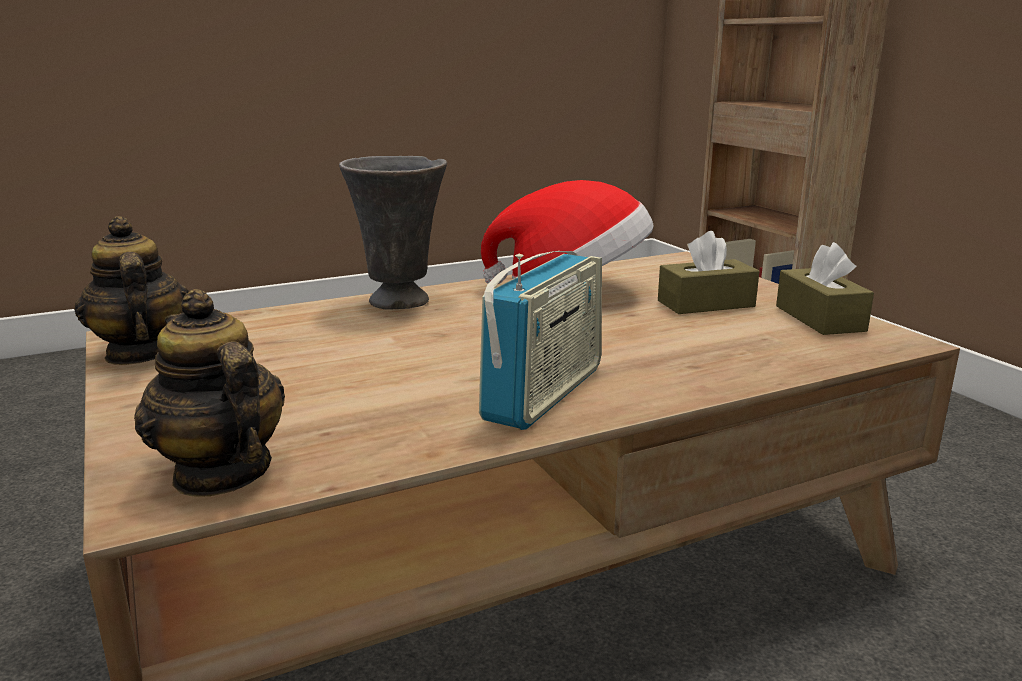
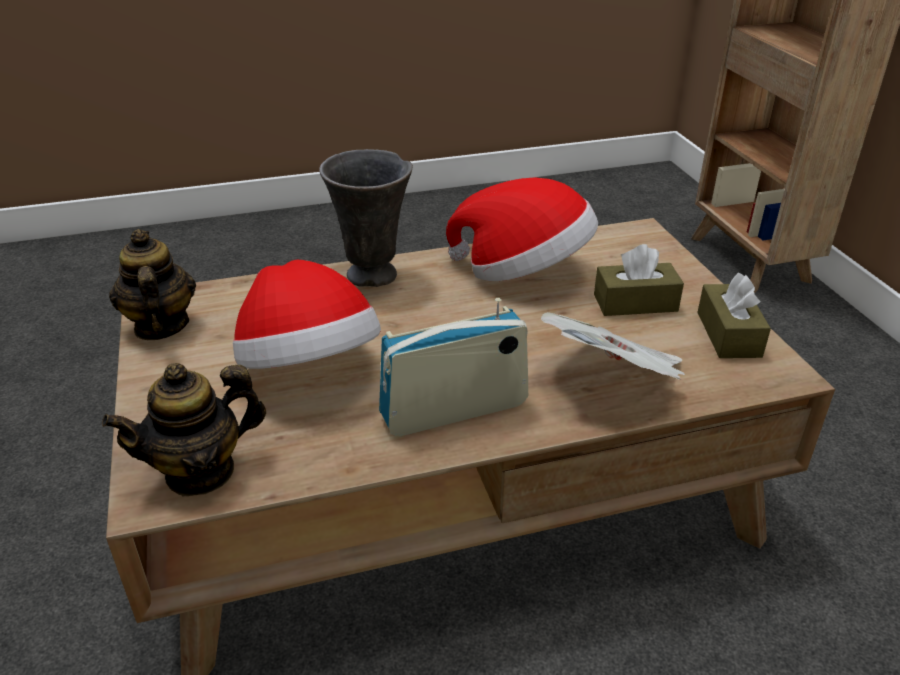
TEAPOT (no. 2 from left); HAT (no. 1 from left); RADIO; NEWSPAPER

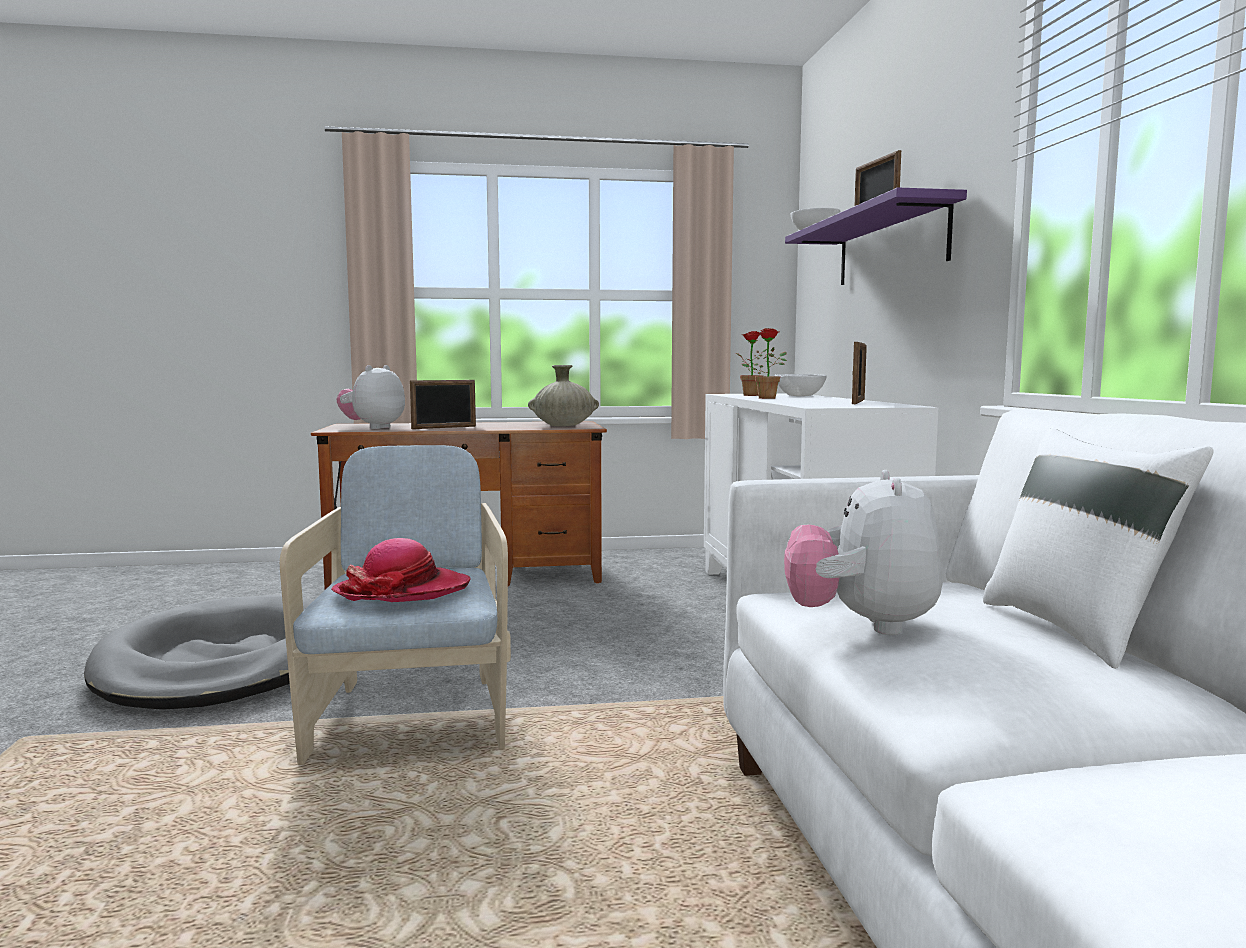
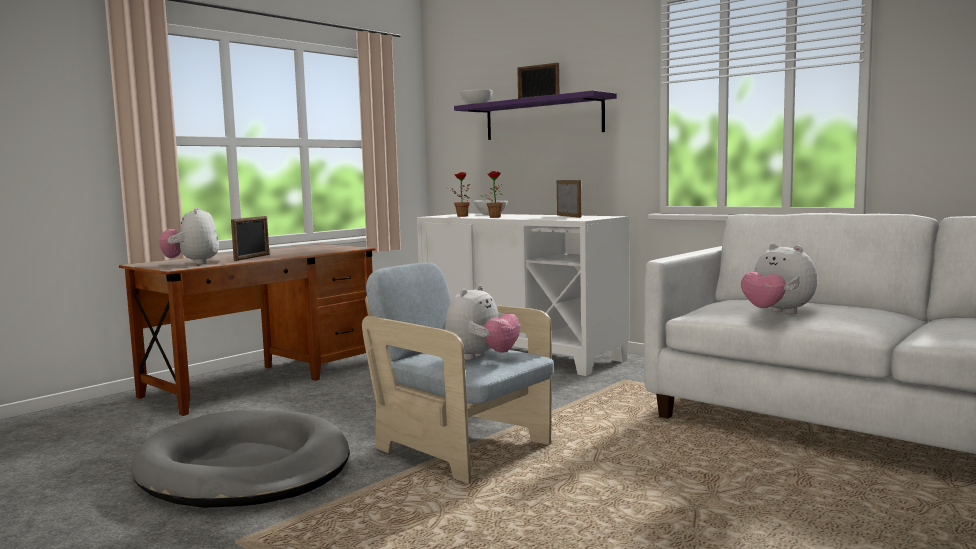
PLUSH TOY (no. 2 from left); BEIGE VASE; WHITE PILLOW

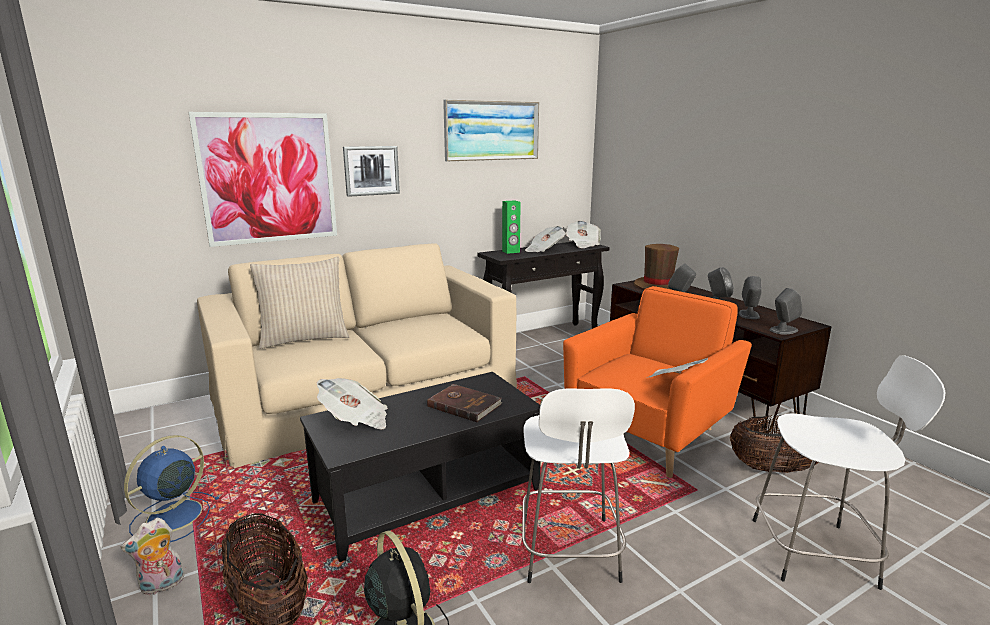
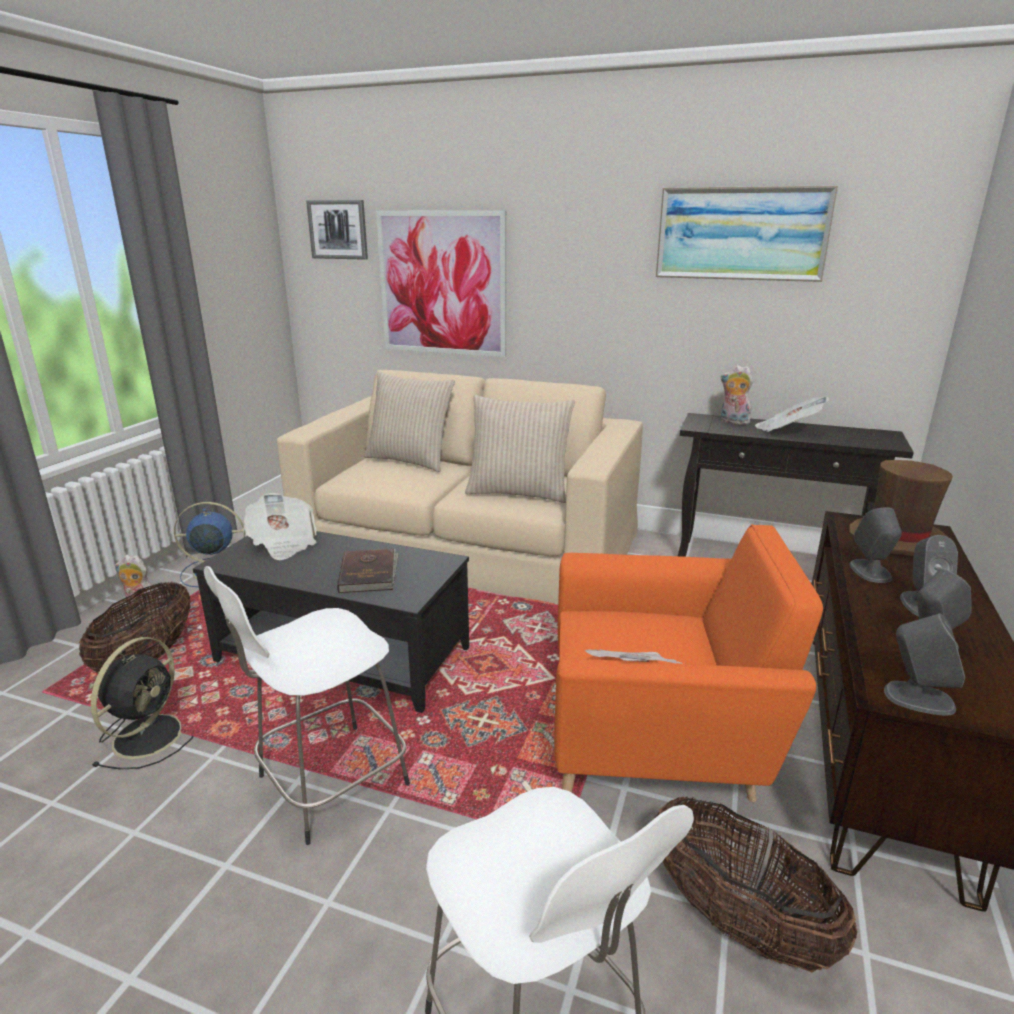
PICTURE (no. 1 from left); BEIGE PILLOW (no. 2 from left); PLUSH TOY (no. 2 from left); NEWSPAPER (no. 3 from left in the first image)

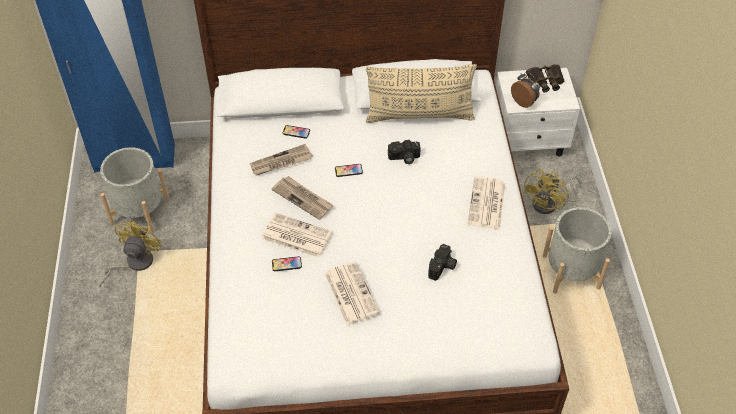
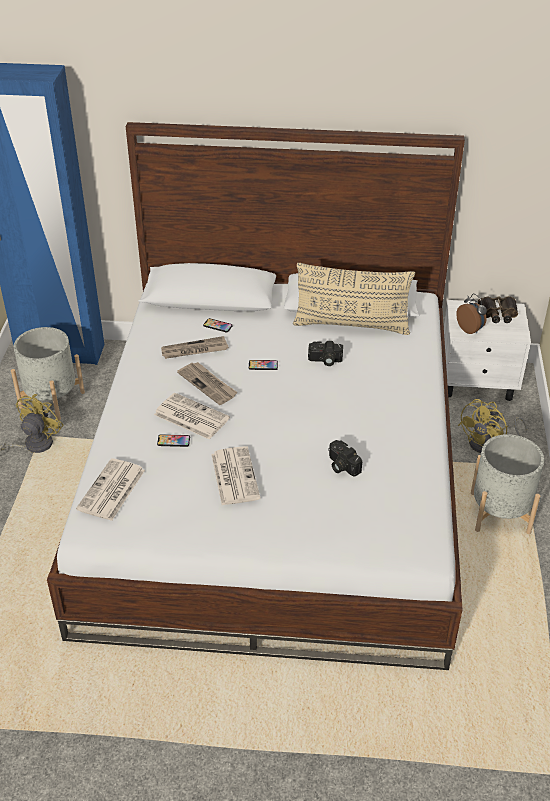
NEWSPAPER (no. 1 from left); PHOTO CAMERA (no. 2 from left)

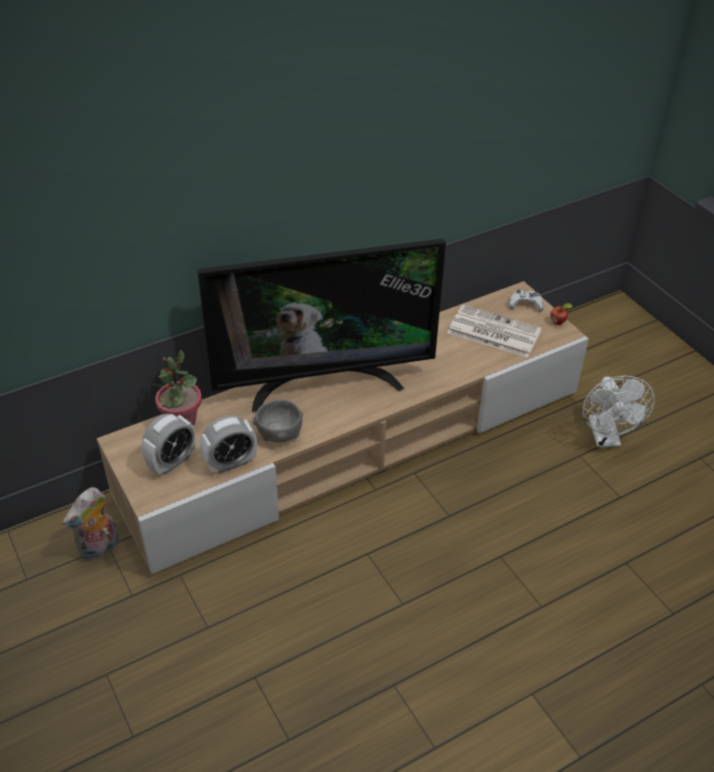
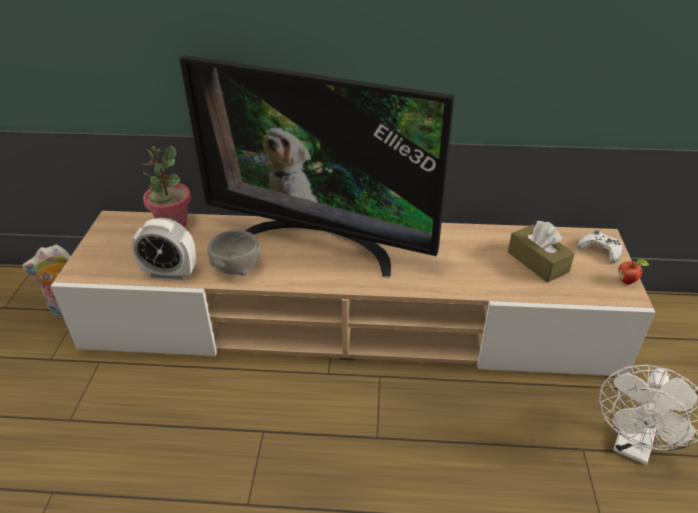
BROWN TISSUE BOX; ALARM CLOCK (no. 1 from left in the first image)

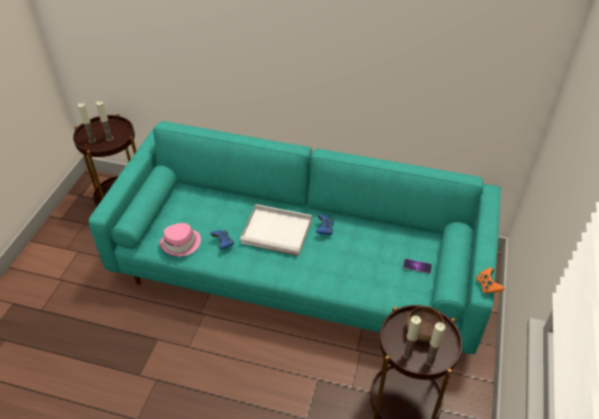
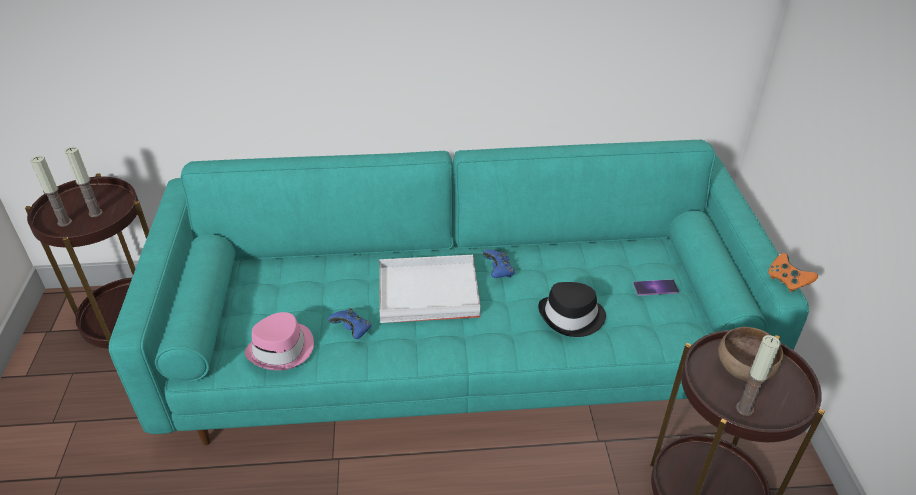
BLACK HAT; CANDLE (no. 4 from left in the first image)

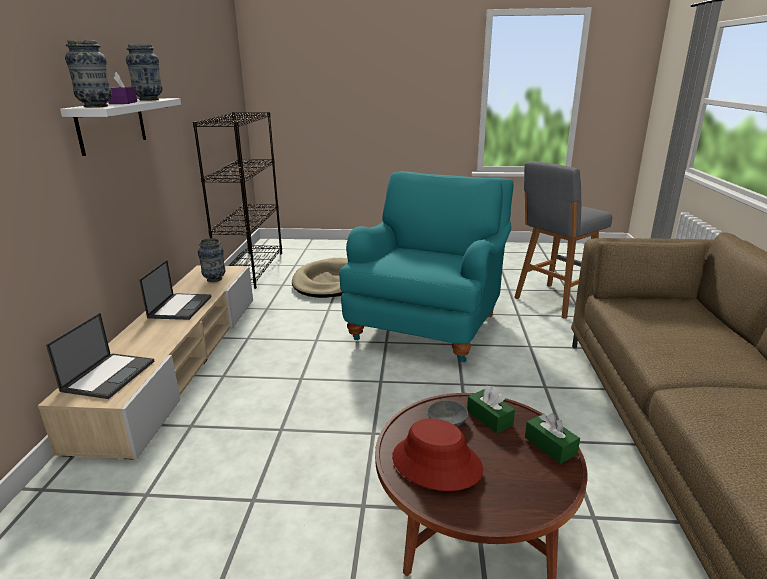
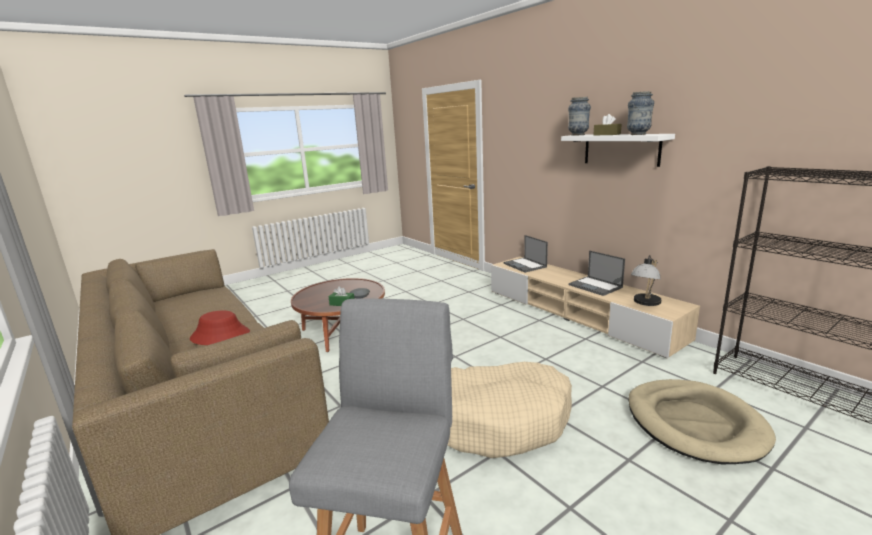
RED HAT; BEIGE DOG BED (no. 1 from left); BROWN TISSUE BOX; TABLE LAMP; GREEN TISSUE BOX (no. 2 from left in the first image)

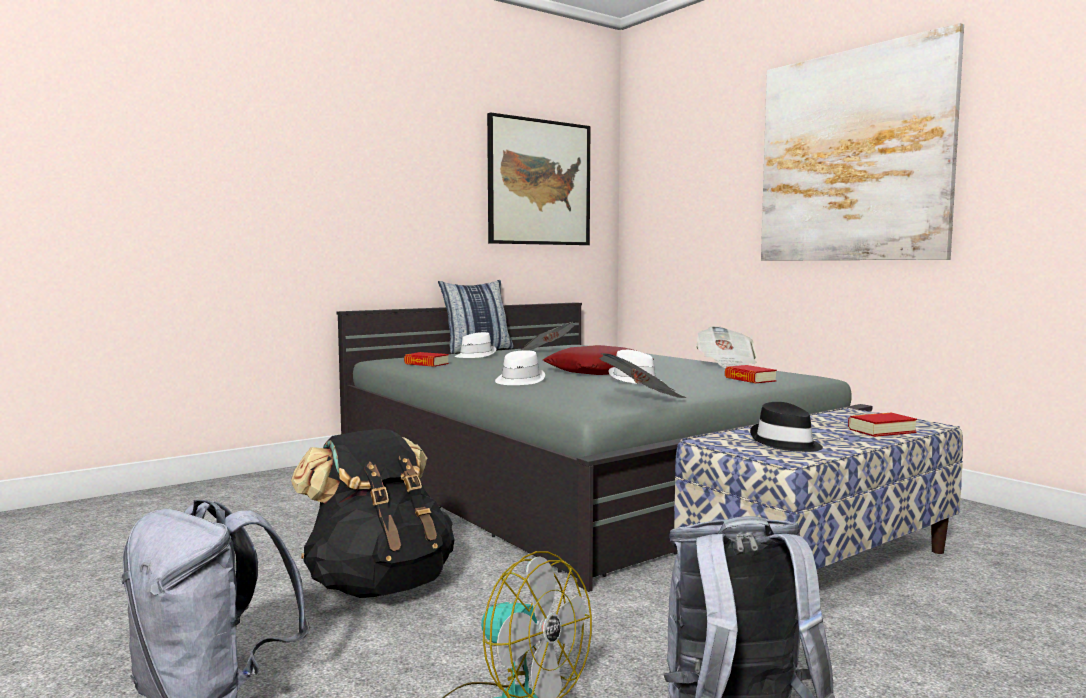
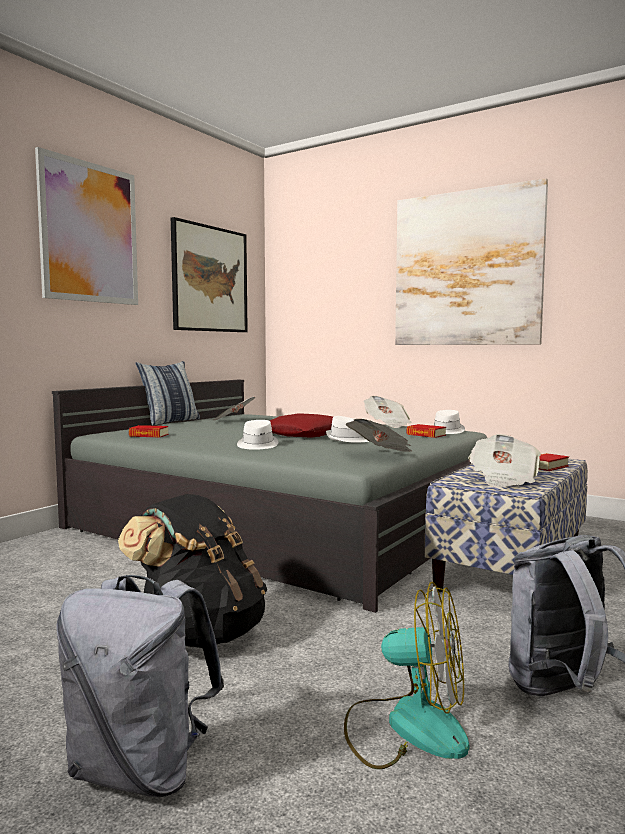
PICTURE (no. 1 from left); WHITE HAT (no. 3 from left); NEWSPAPER (no. 4 from left)

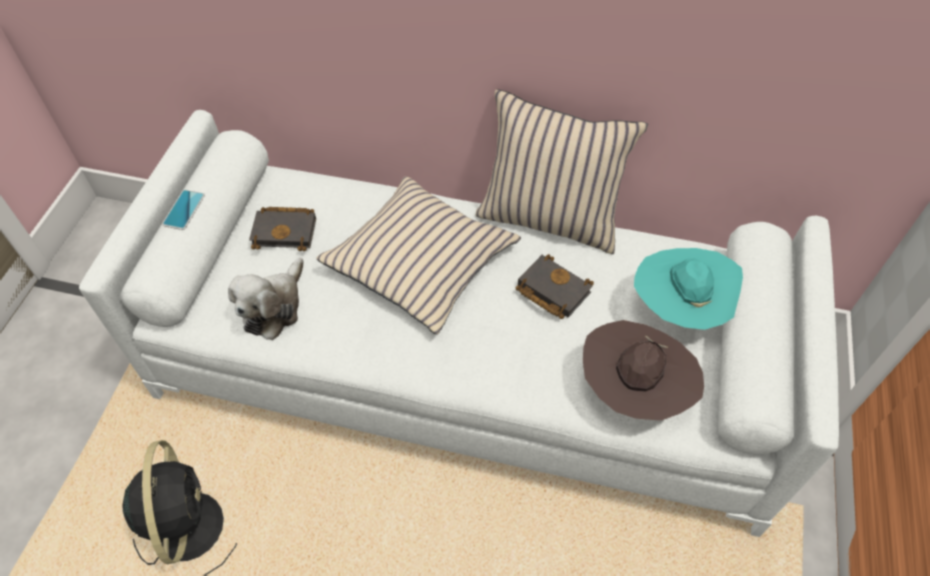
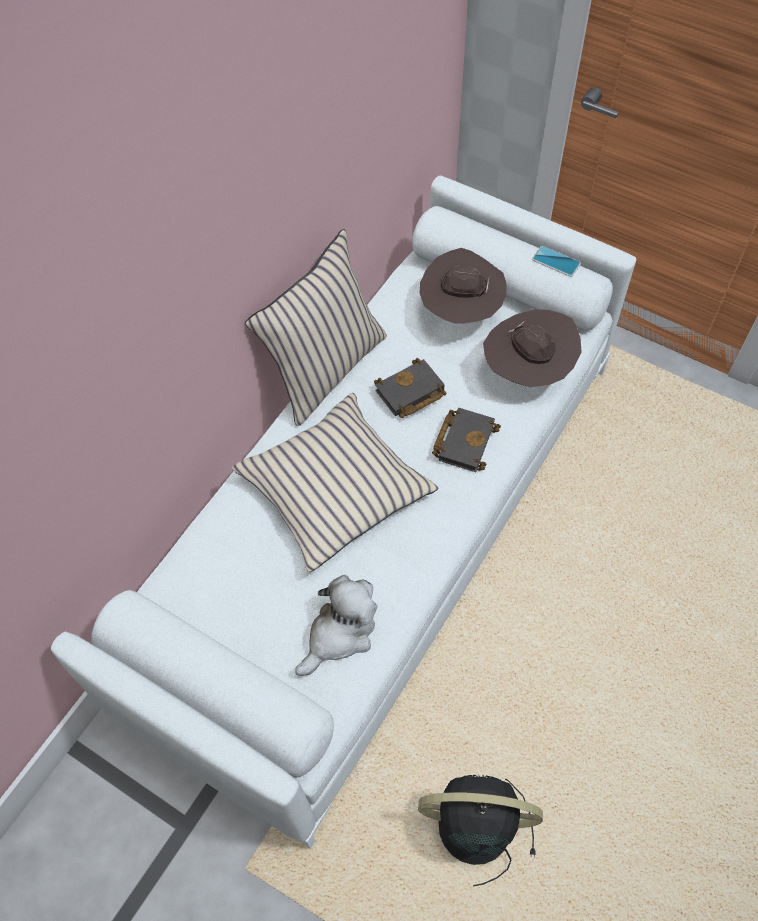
PLUSH TOY; BROWN HAT (no. 1 from left); BLACK BOOK (no. 2 from left); PHONE

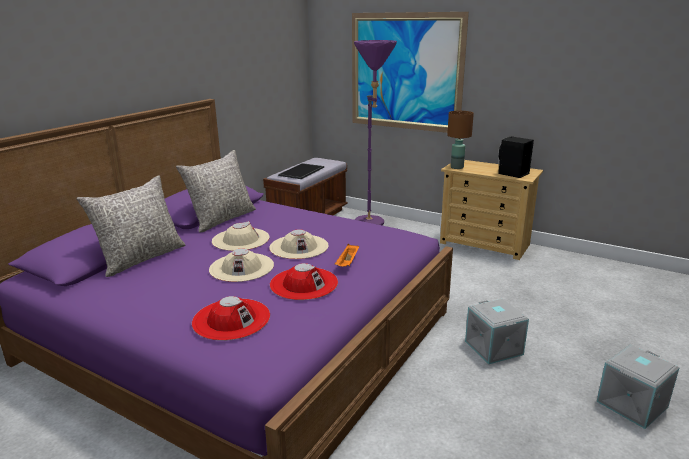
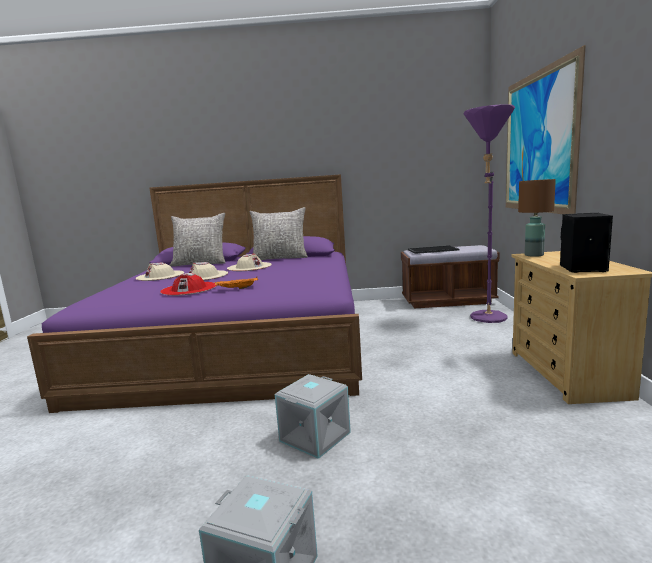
BEIGE HAT (no. 1 from left); RED HAT (no. 1 from left in the first image)

